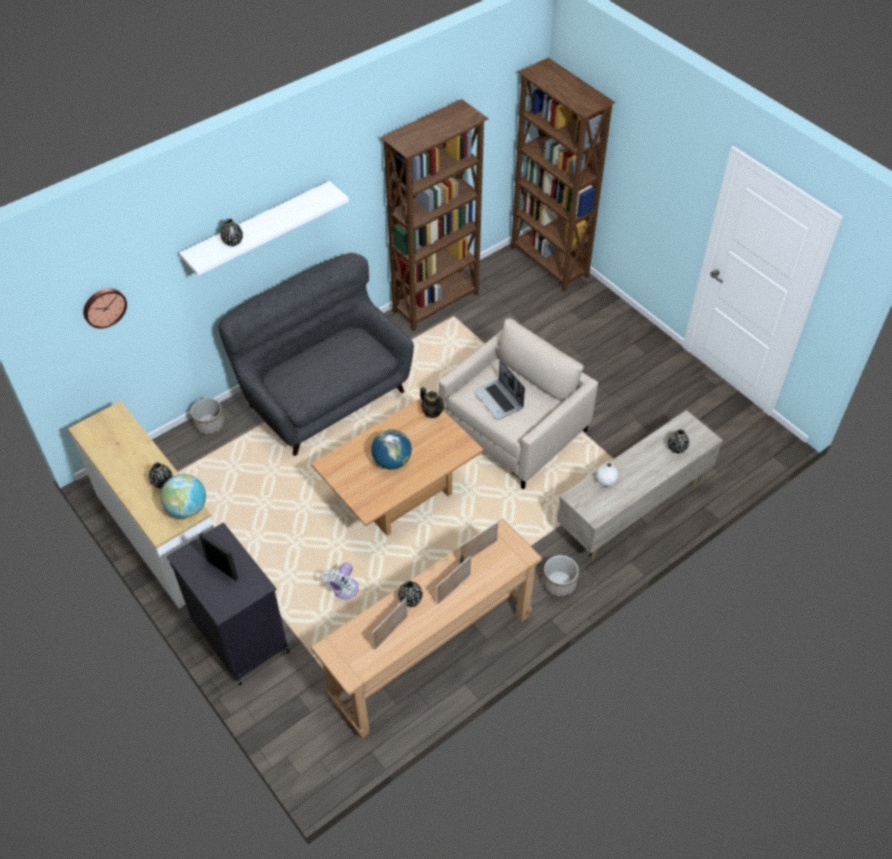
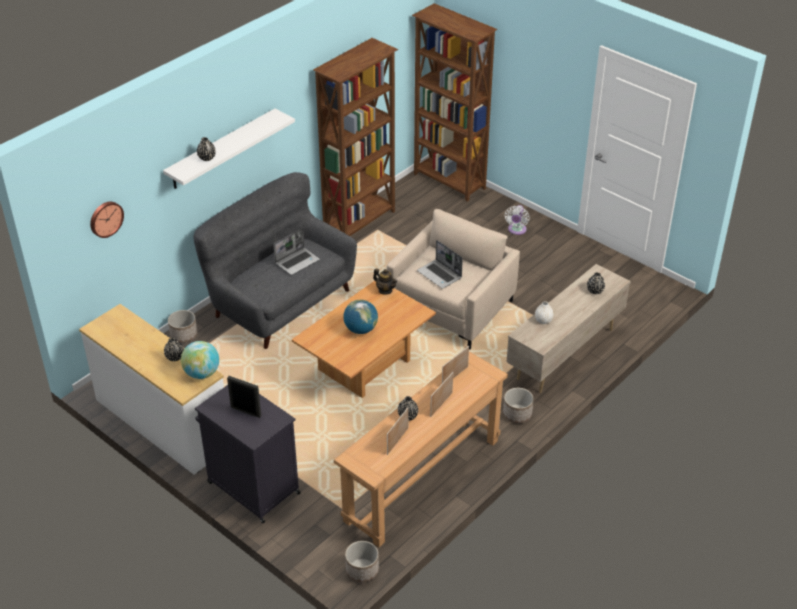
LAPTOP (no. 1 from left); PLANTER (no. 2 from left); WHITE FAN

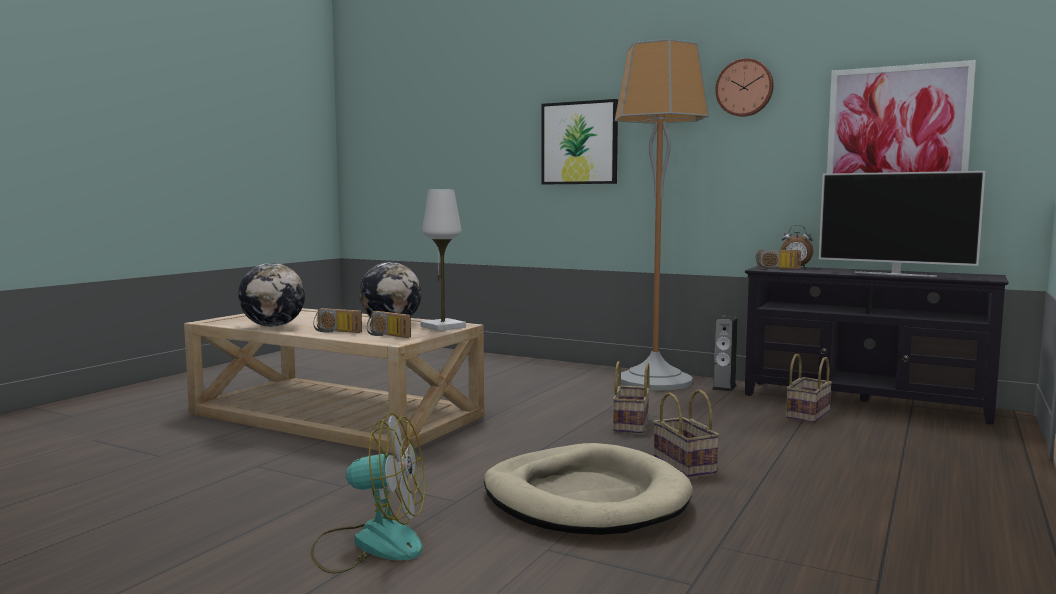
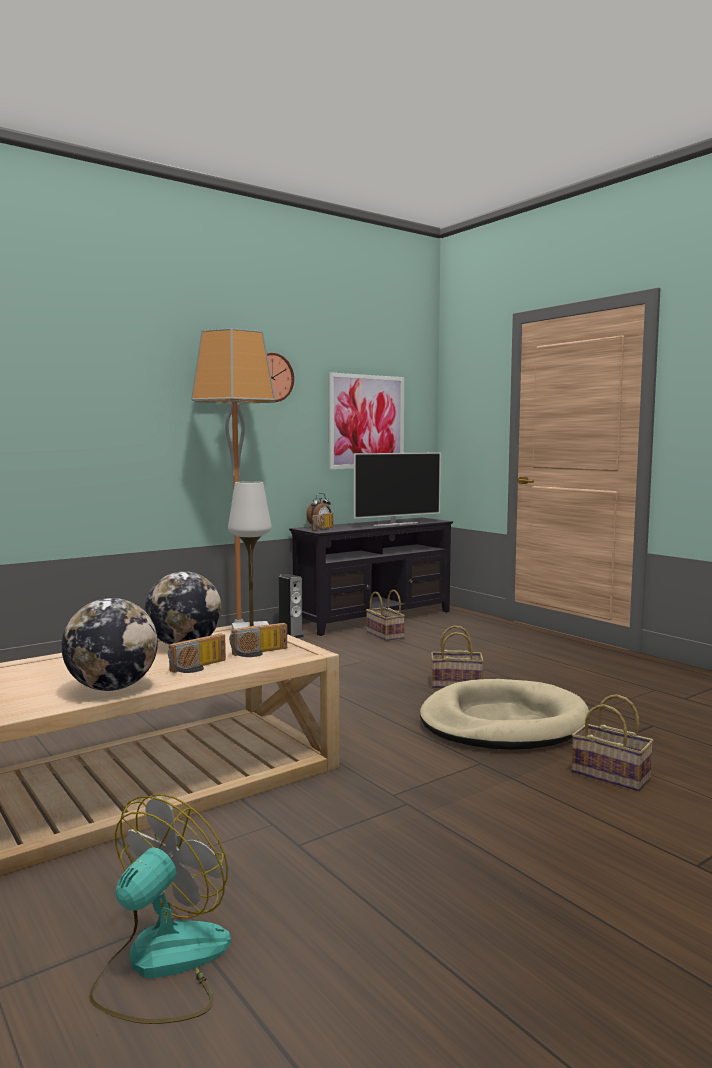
FAN; BASKET (no. 3 from left); PICTURE (no. 1 from left in the first image)

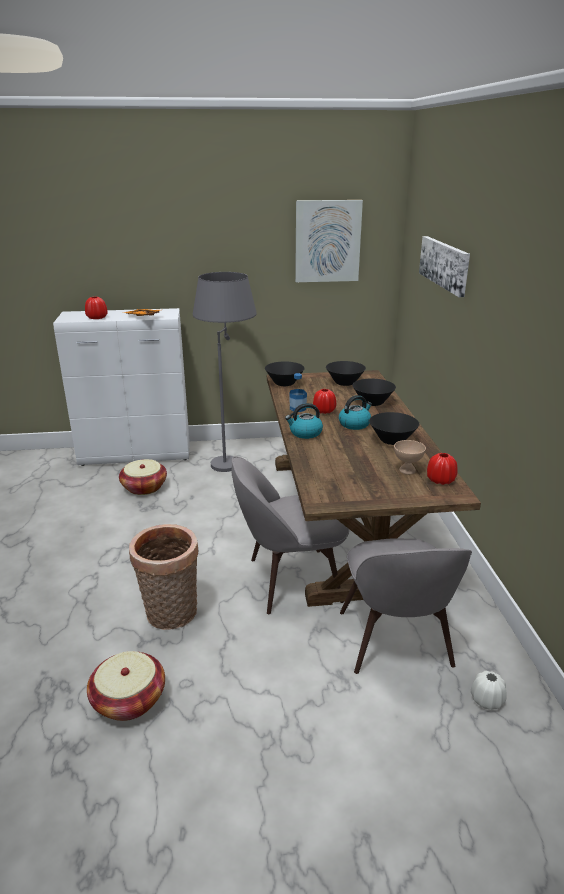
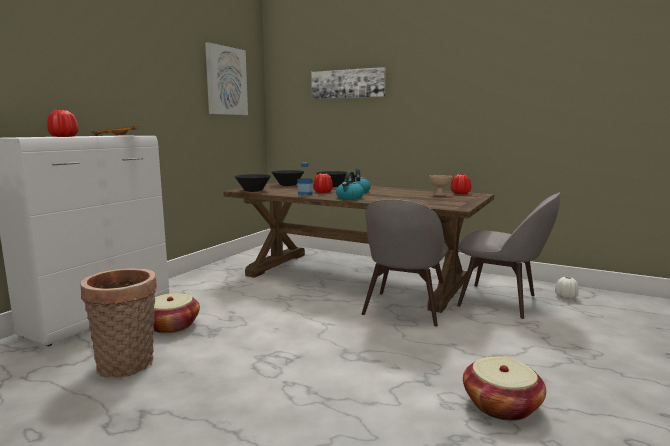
BASKET (no. 1 from left); GREY FLOOR LAMP; BLACK BOWL (no. 4 from left in the first image)

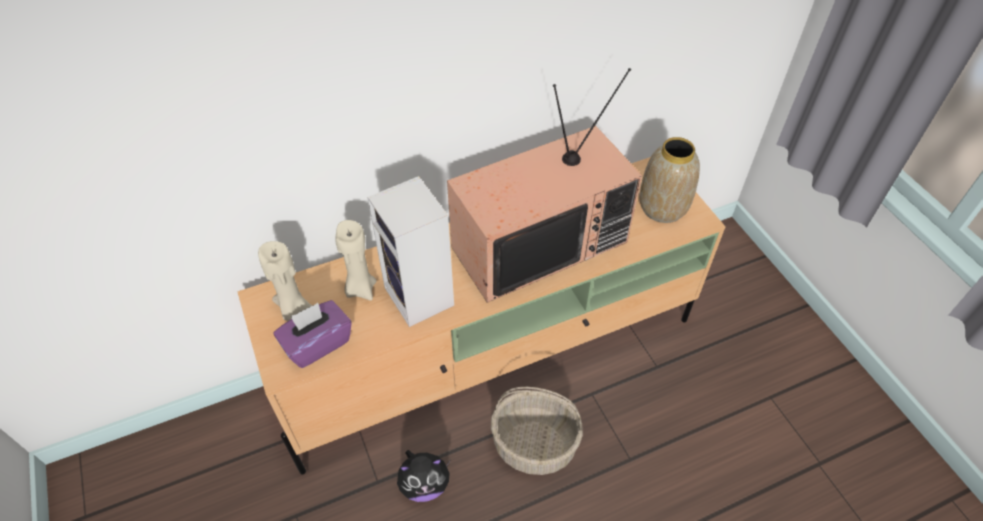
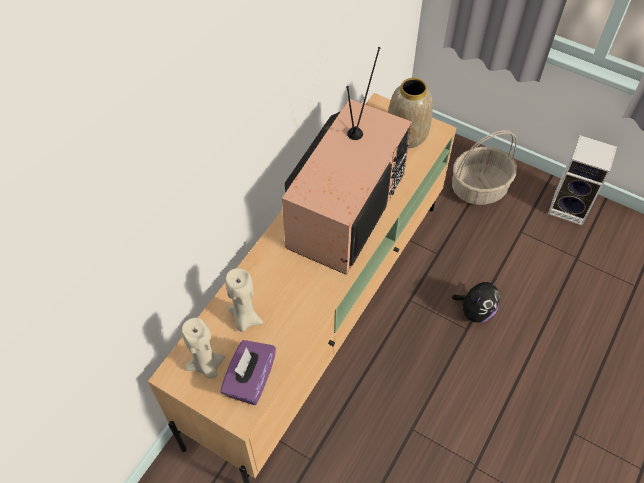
BASKET; PLUSH TOY; SPEAKER

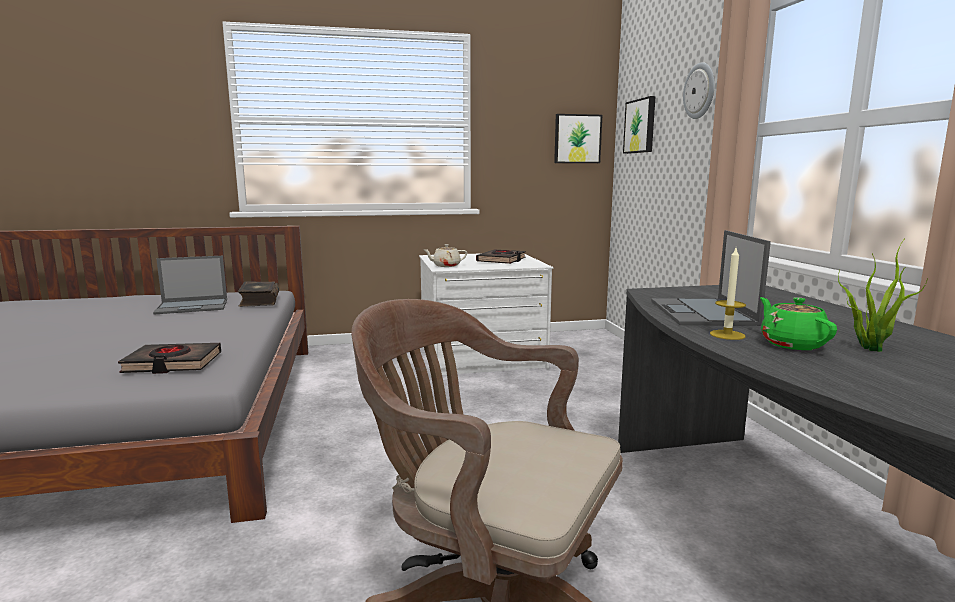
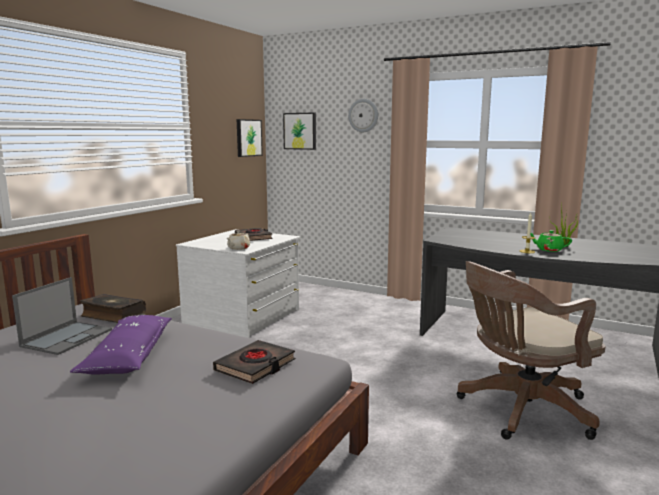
PURPLE PILLOW; LAPTOP (no. 2 from left in the first image)

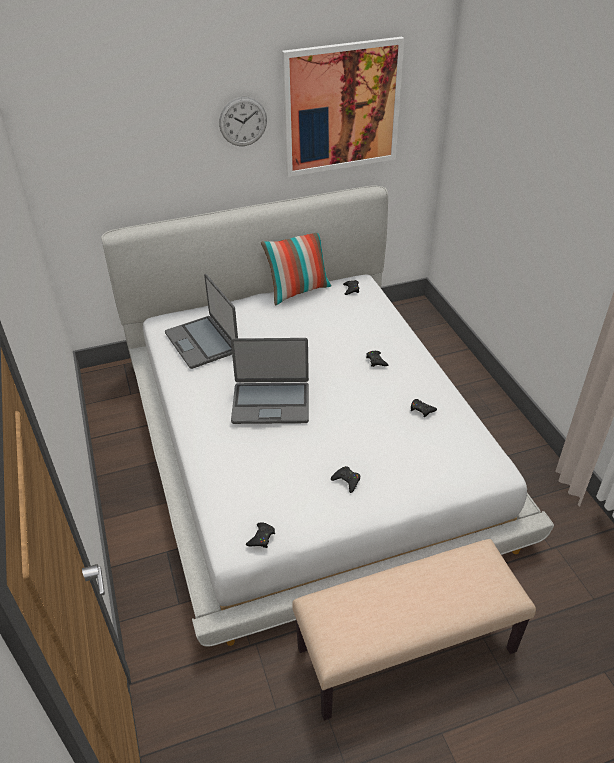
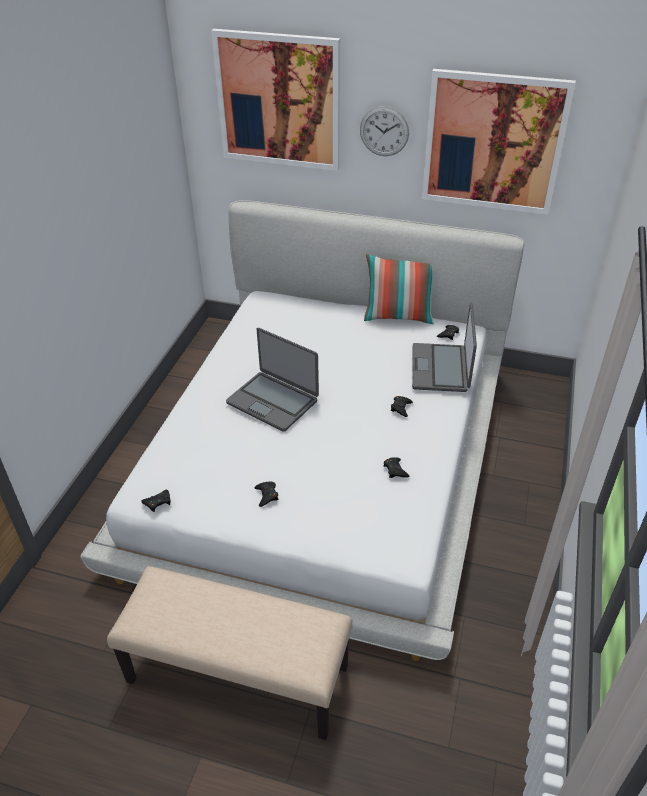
PICTURE (no. 1 from left); LAPTOP (no. 2 from left)

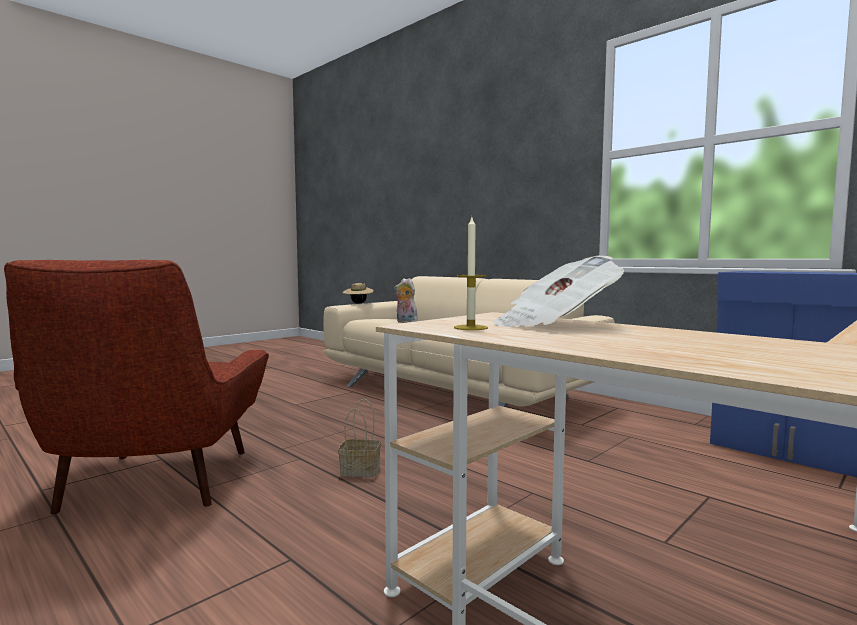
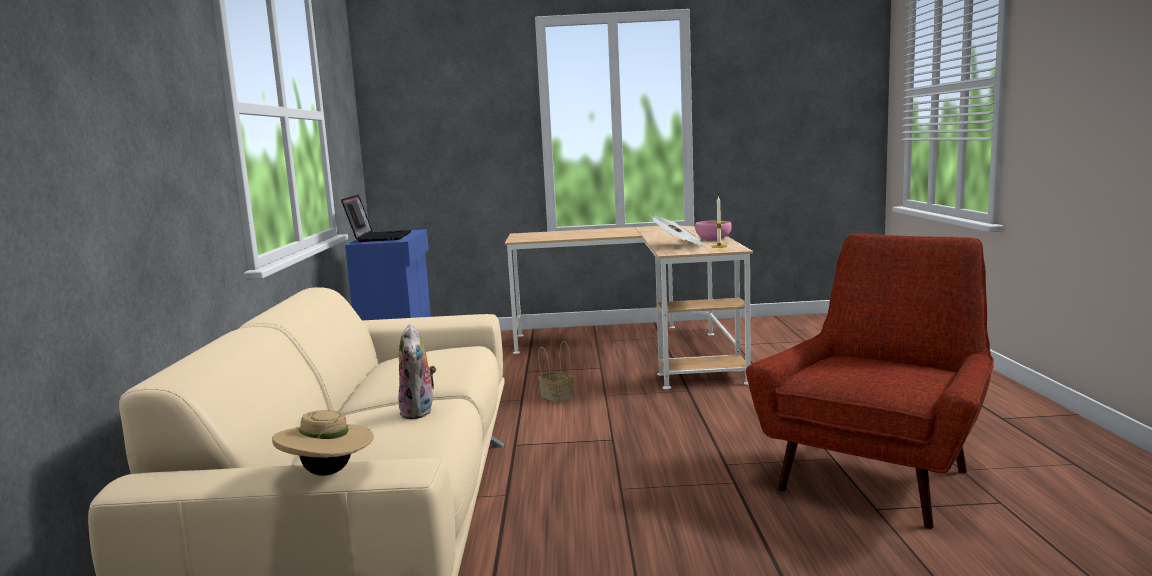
LAPTOP; BASKET; PINK BOWL

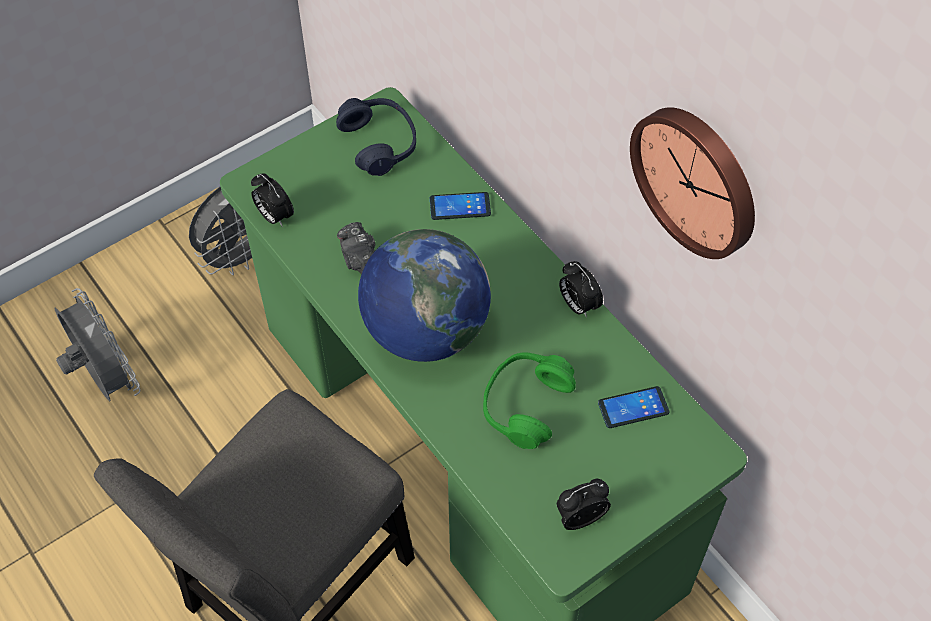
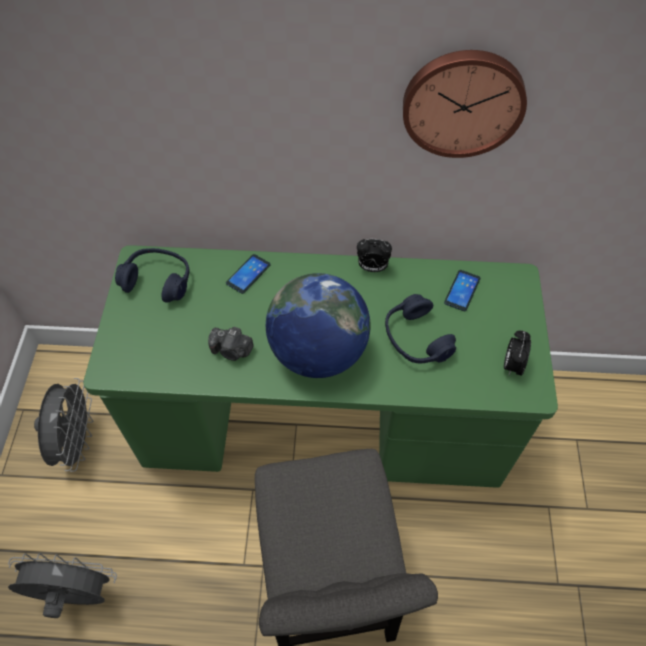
BLUE HEADPHONES (no. 2 from left); ALARM CLOCK (no. 1 from left in the first image)

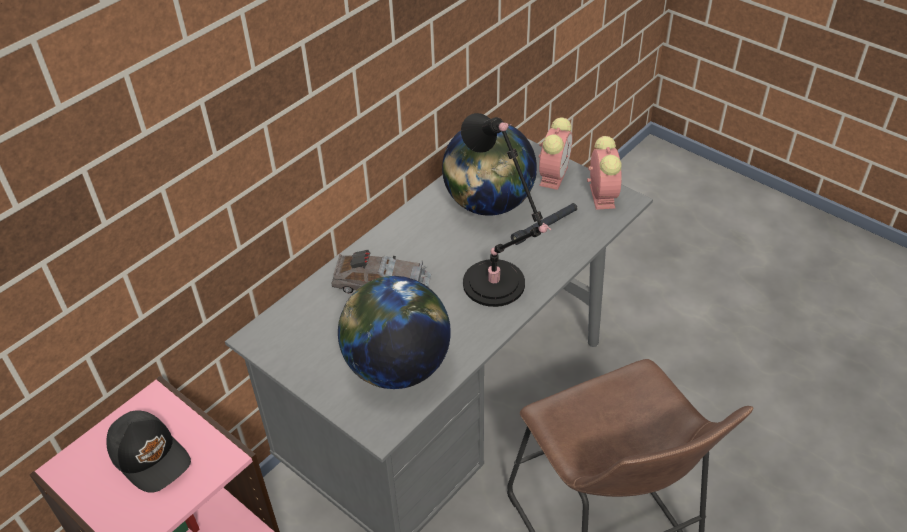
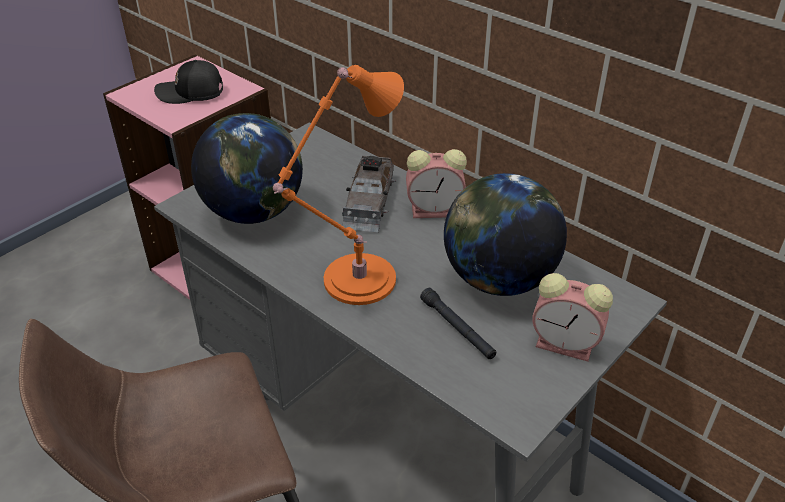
BLACK CAP; ORANGE TABLE LAMP; ALARM CLOCK (no. 1 from left)

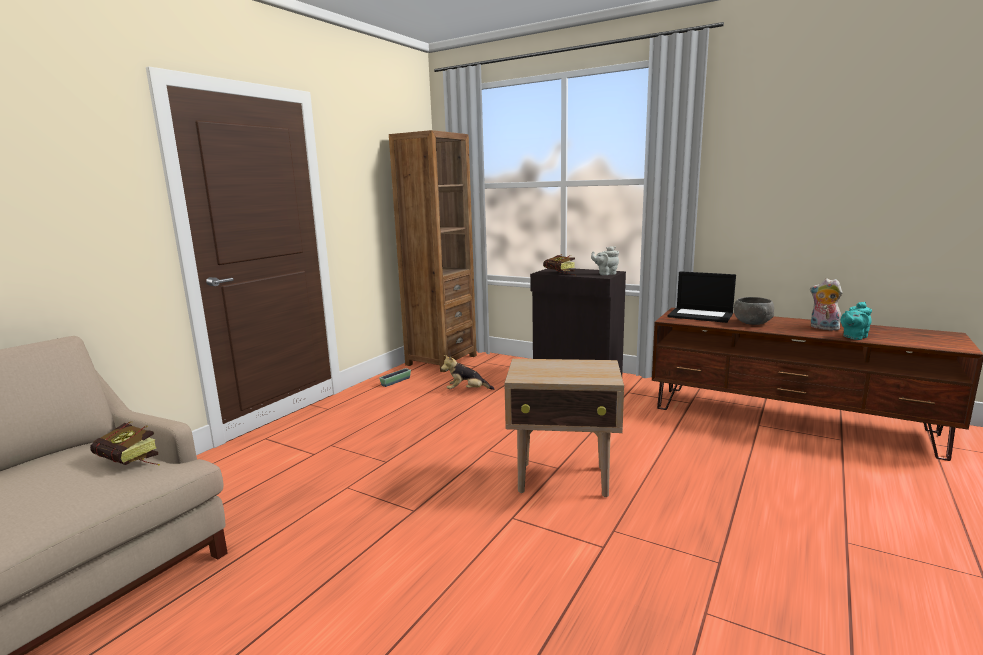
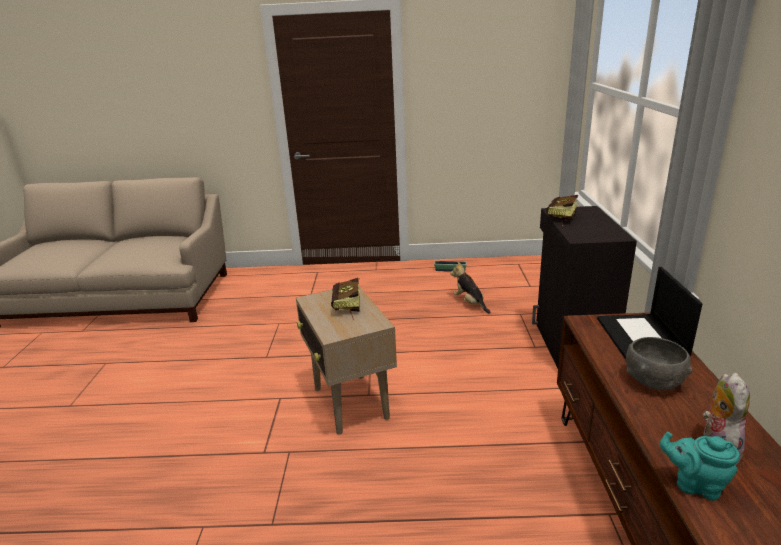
BOOK (no. 1 from left); BROWN BOOKCASE; GREY TEAPOT

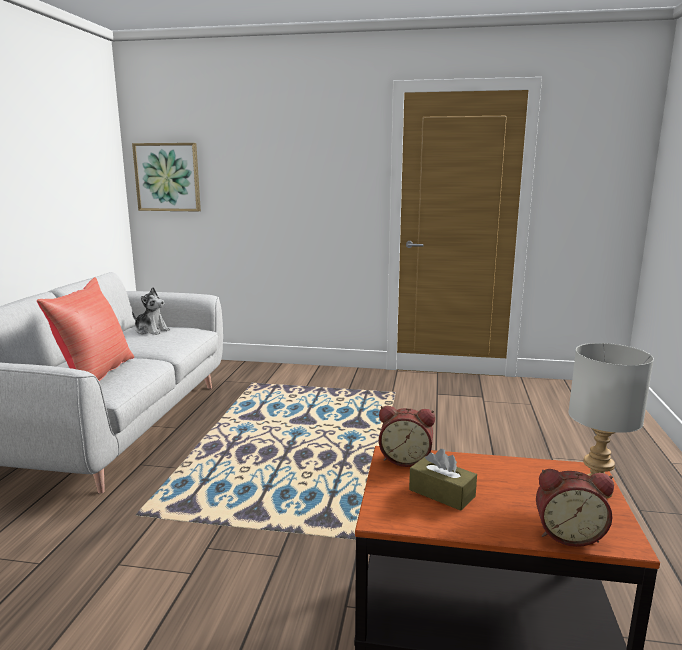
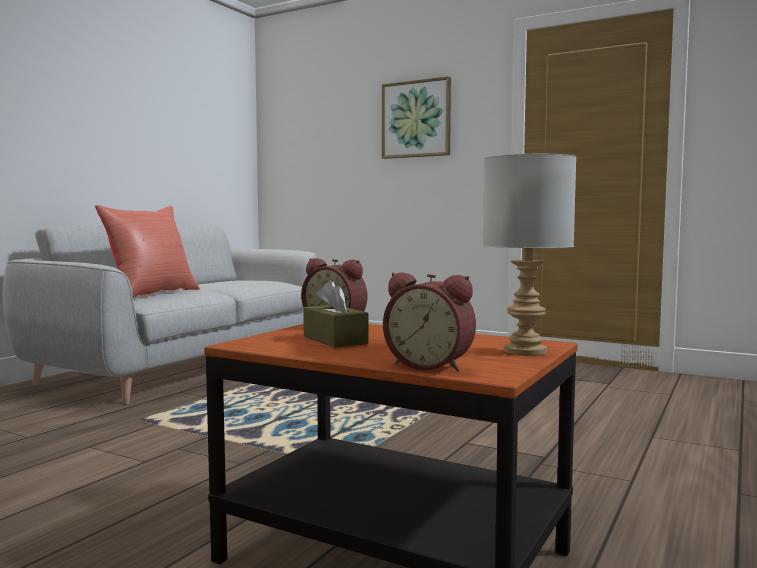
PICTURE; PLUSH TOY

